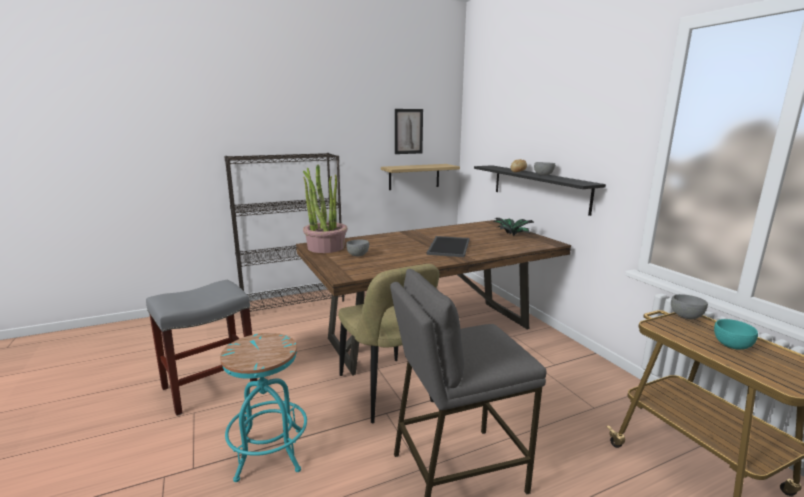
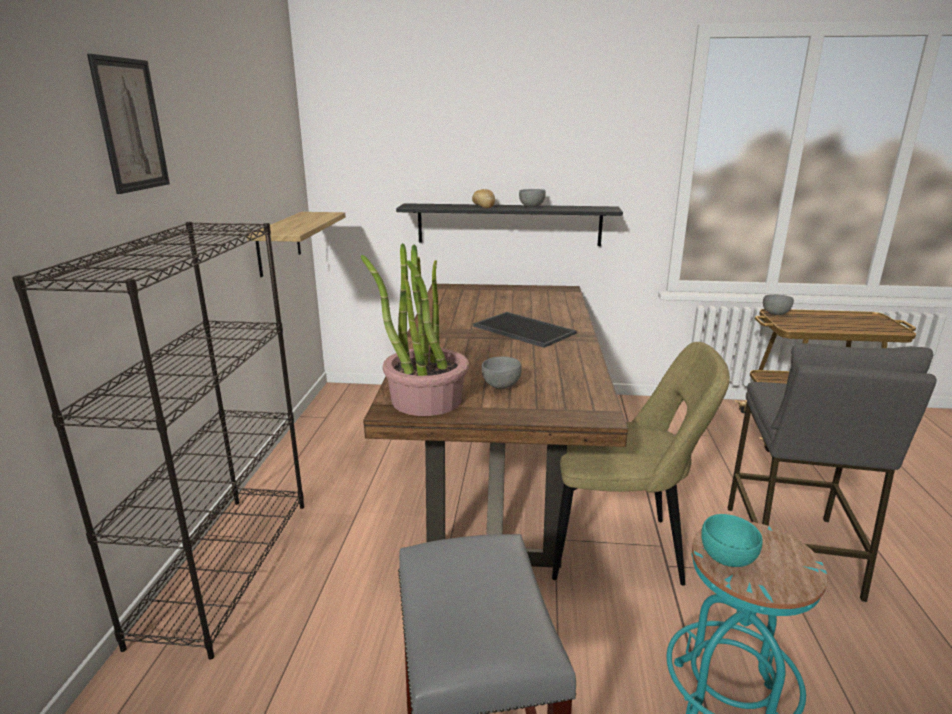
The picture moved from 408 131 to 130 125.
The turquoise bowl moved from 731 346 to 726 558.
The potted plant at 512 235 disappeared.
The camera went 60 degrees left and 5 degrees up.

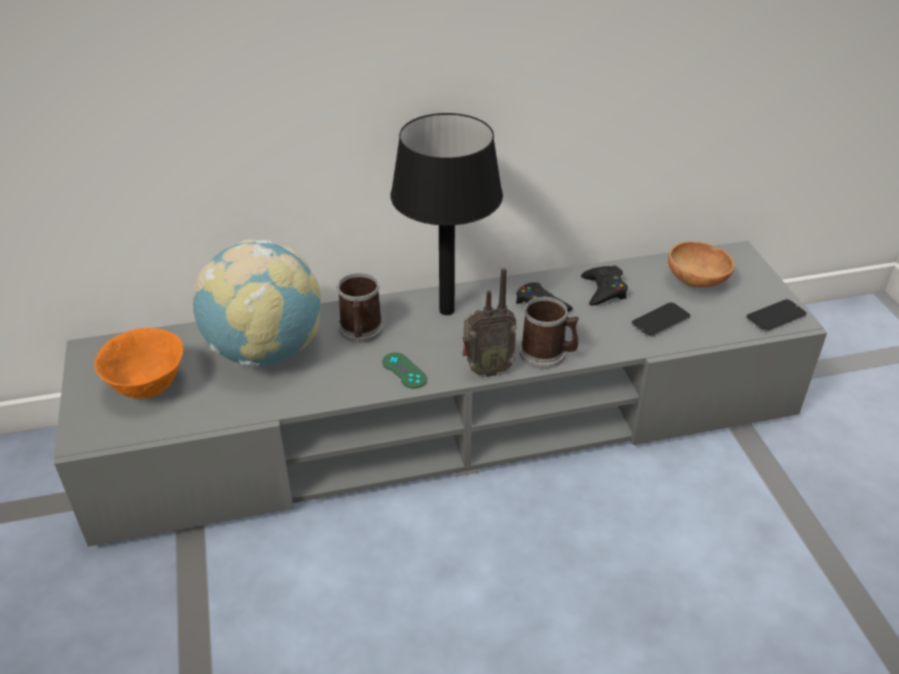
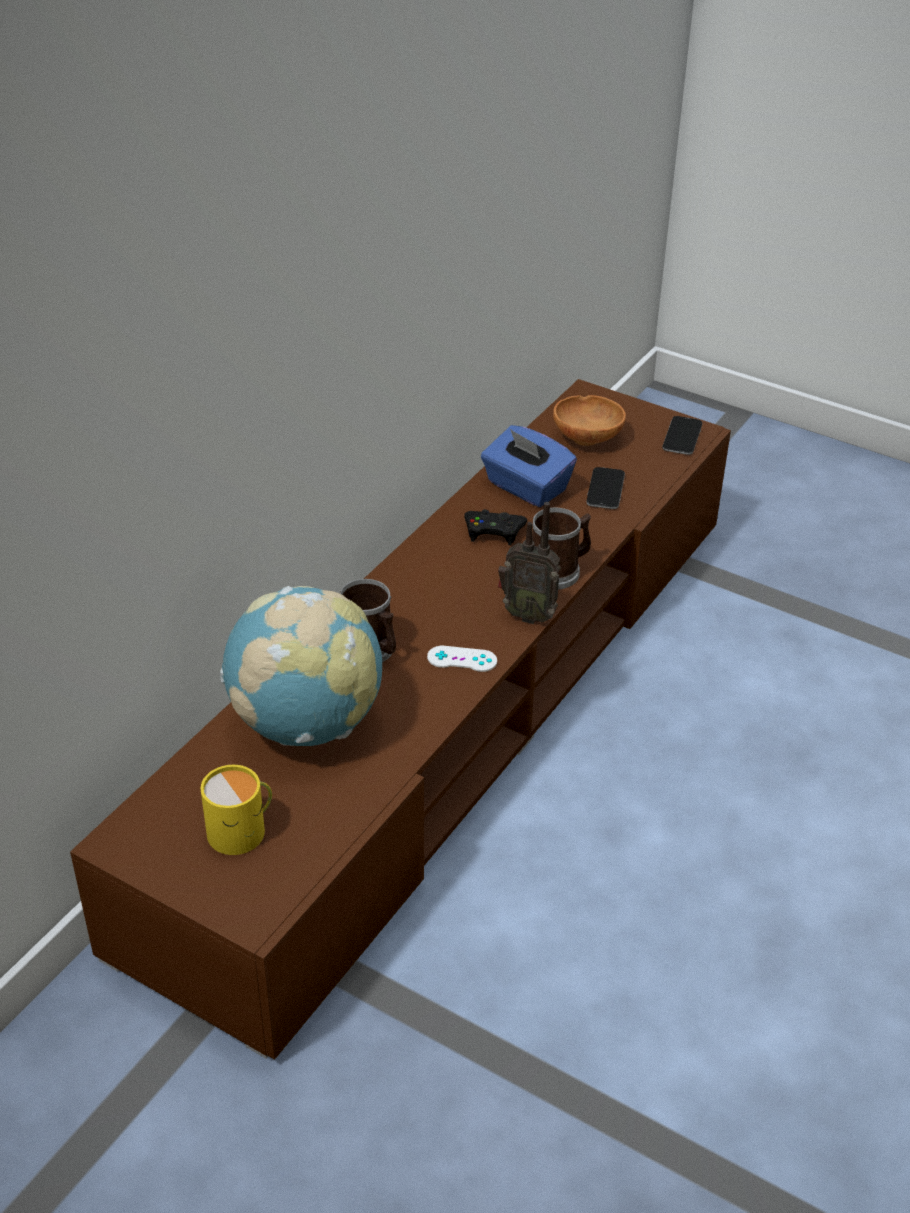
The grey tv stand at 451 423 became the brown tv stand at 454 711.
The orange bowl at 148 386 was replaced by the yellow mug at 242 830.
The green game controller at 404 370 became the white game controller at 462 659.
The black game controller at 604 290 was replaced by the blue tissue box at 526 487.
The radio at 486 369 turned 75 degrees clockwise.
The black table lamp at 447 310 disappeared.
The camera went 45 degrees left and 0 degrees up.

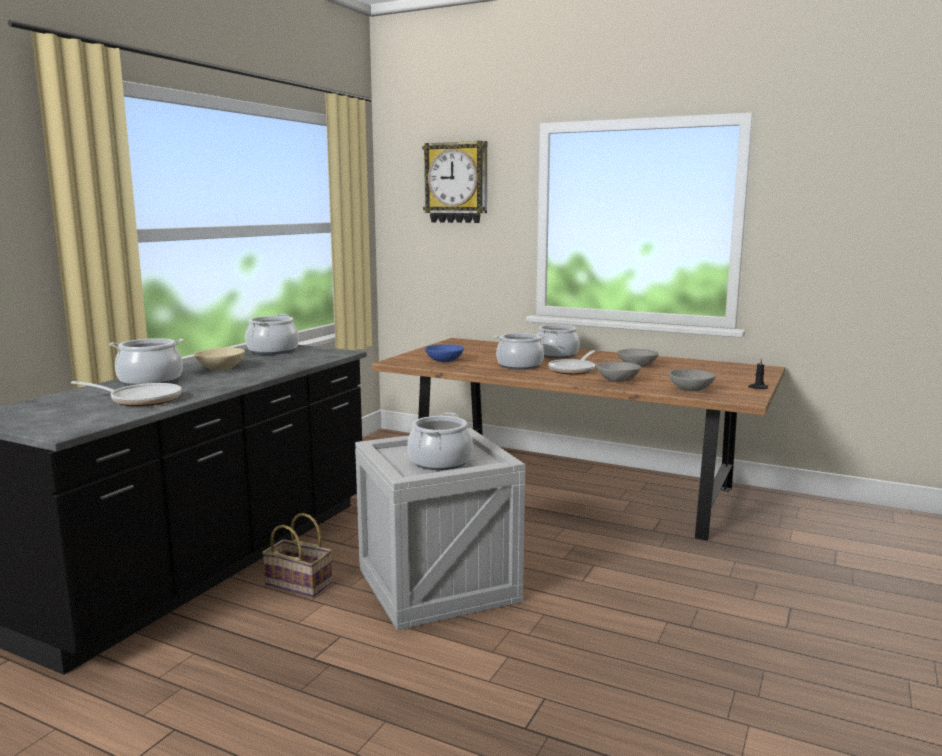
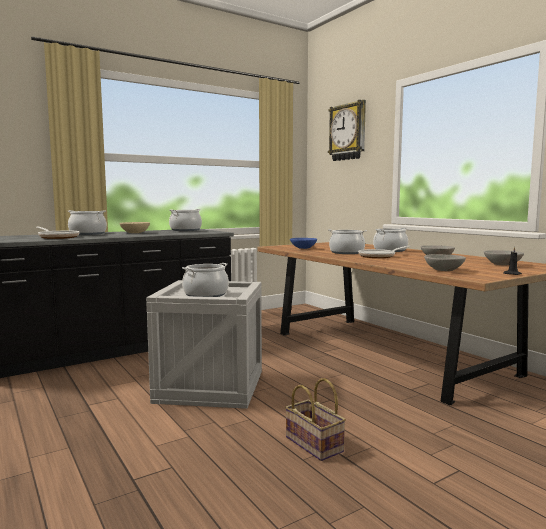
The basket moved from 301 583 to 316 444.
The grey bowl moved from 617 380 to 502 264.
The camera went 30 degrees right and 5 degrees down.

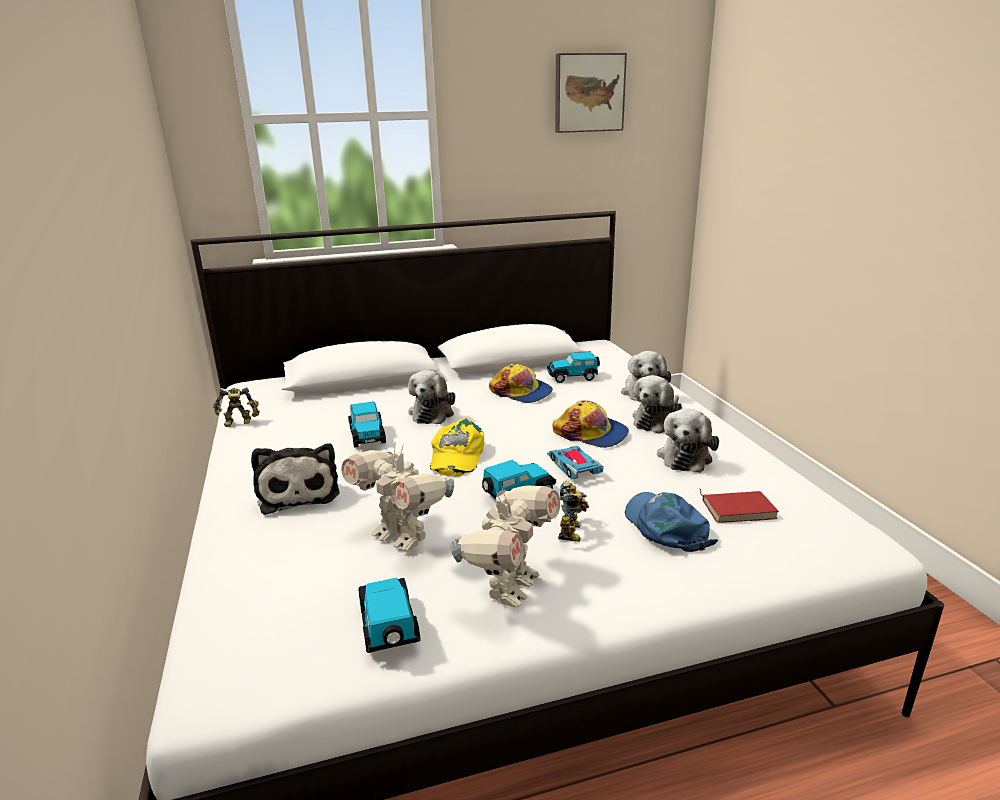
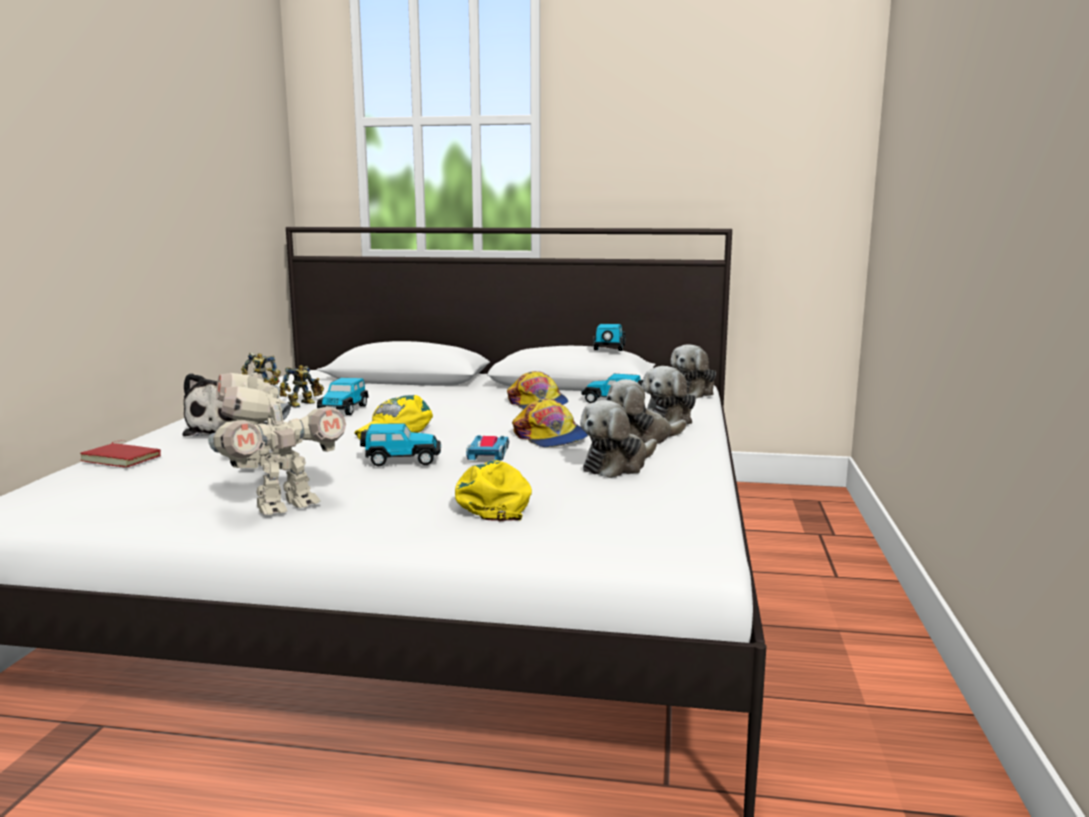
The red book moved from 738 508 to 123 458.
The toy robot moved from 573 531 to 303 404.
The blue cap at 666 526 became the yellow cap at 496 501.
The toy car moved from 389 627 to 609 348.
The plush toy moved from 432 412 to 694 392.
The picture at 588 93 disappeared.
The camera went 25 degrees right and 10 degrees down.

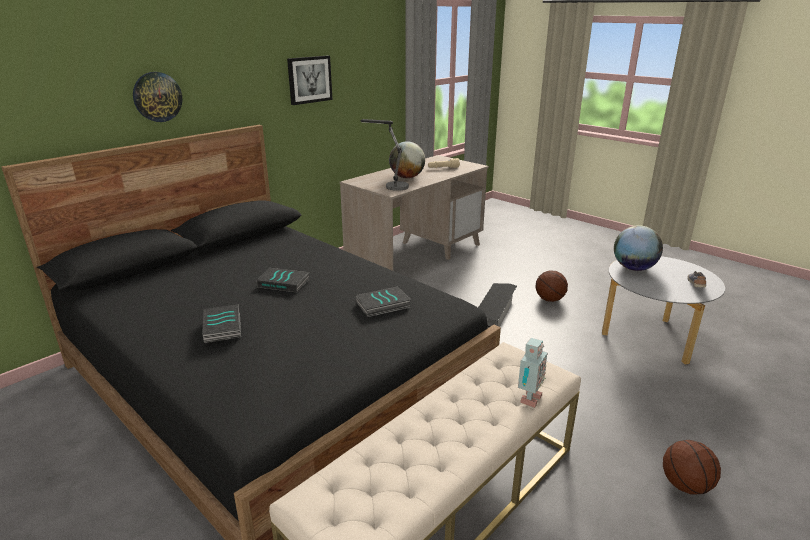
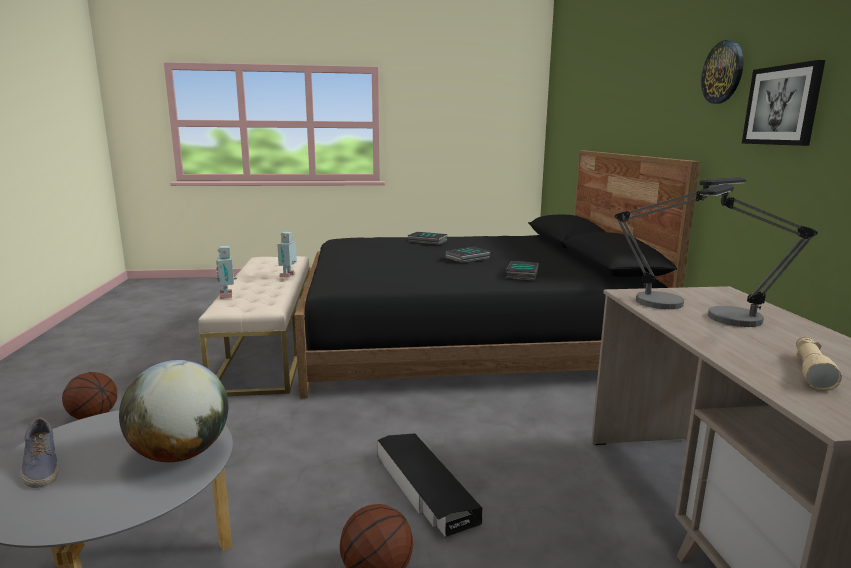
The toy robot at 289 275 appeared.
The book moved from 383 306 to 521 274.
The globe at 407 177 was replaced by the table lamp at 727 321.
The wall clock moved from 157 97 to 723 72.
The camera went 130 degrees right and 10 degrees down.

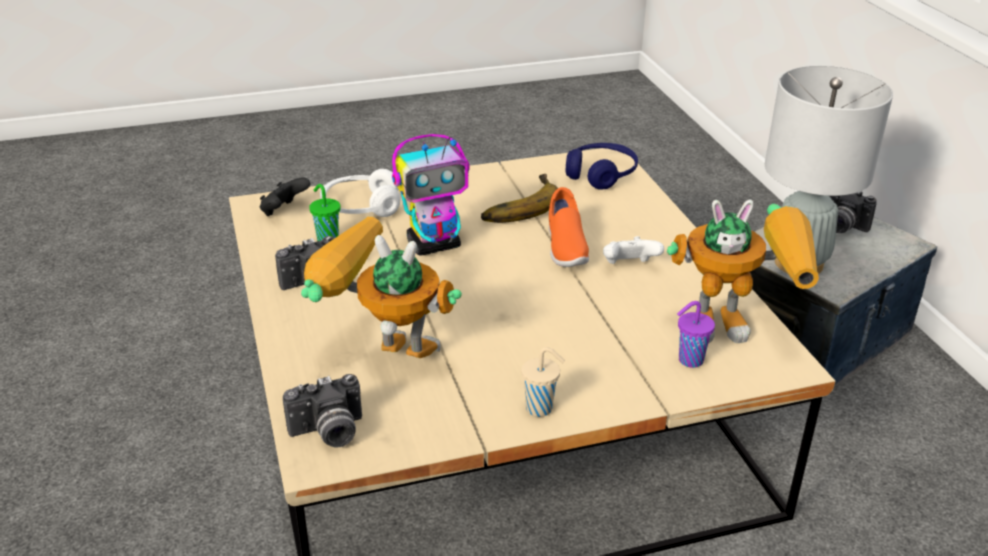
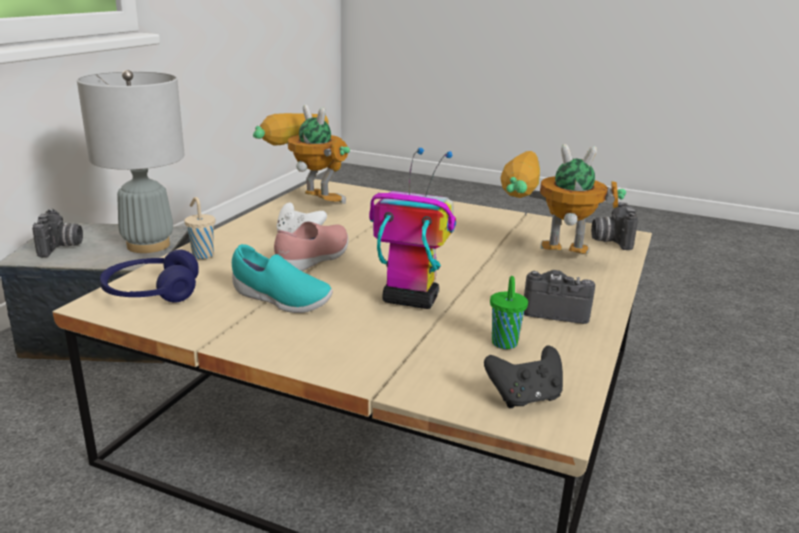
The beige cup moved from 541 409 to 202 255.
The banana at 517 205 was replaced by the turquoise shoe at 280 300.
The orange shoe at 565 248 became the pink shoe at 314 260.
The toy robot at 380 355 turned 135 degrees clockwise.
The photo camera at 328 433 turned 105 degrees counterclockwise.
The white headphones at 361 207 disappeared.
The purple cup at 689 360 disappeared.
The camera went 140 degrees left and 10 degrees down.

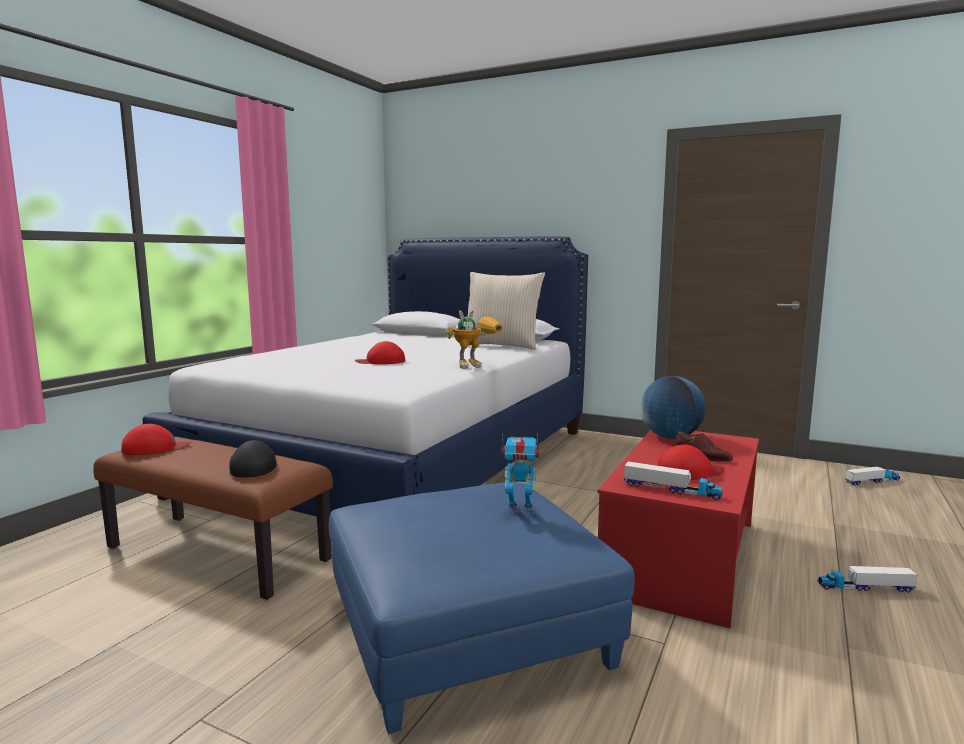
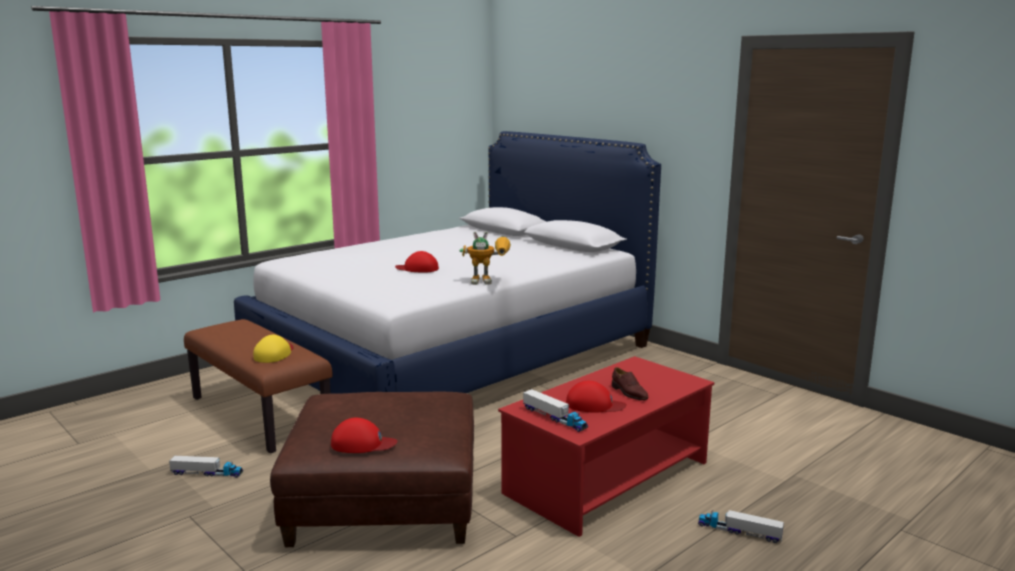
The toy truck moved from 872 481 to 207 473.
The black cap at 255 466 became the yellow cap at 274 354.
The blue ottoman at 466 630 became the brown ottoman at 383 499.
The red cap moved from 155 448 to 362 444.
The beige pillow at 501 346 disappeared.
The toy robot at 520 509 disappeared.
The globe at 670 437 disappeared.
The camera went 20 degrees right and 5 degrees up.

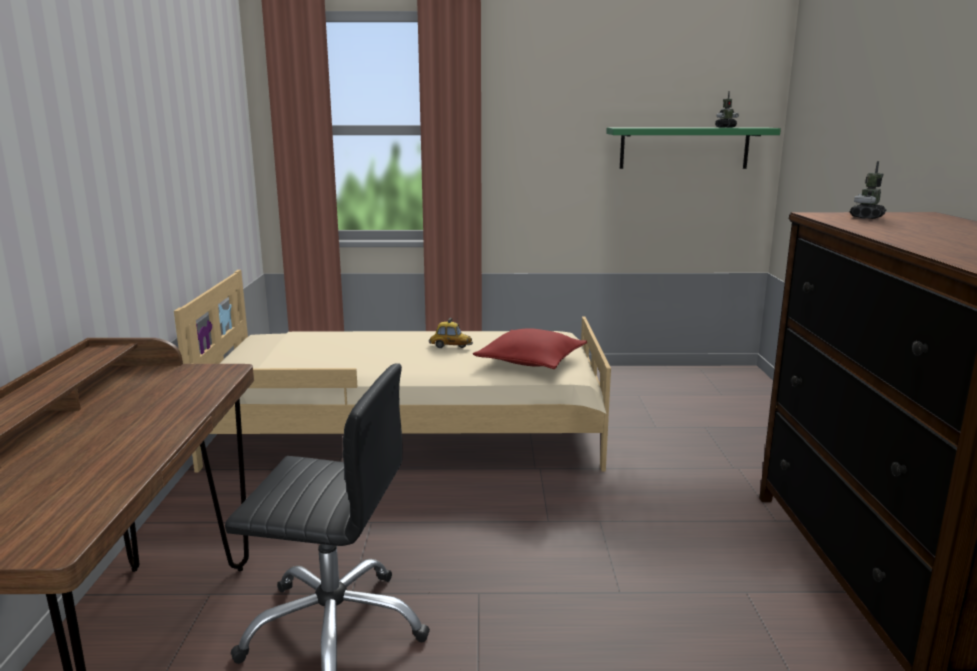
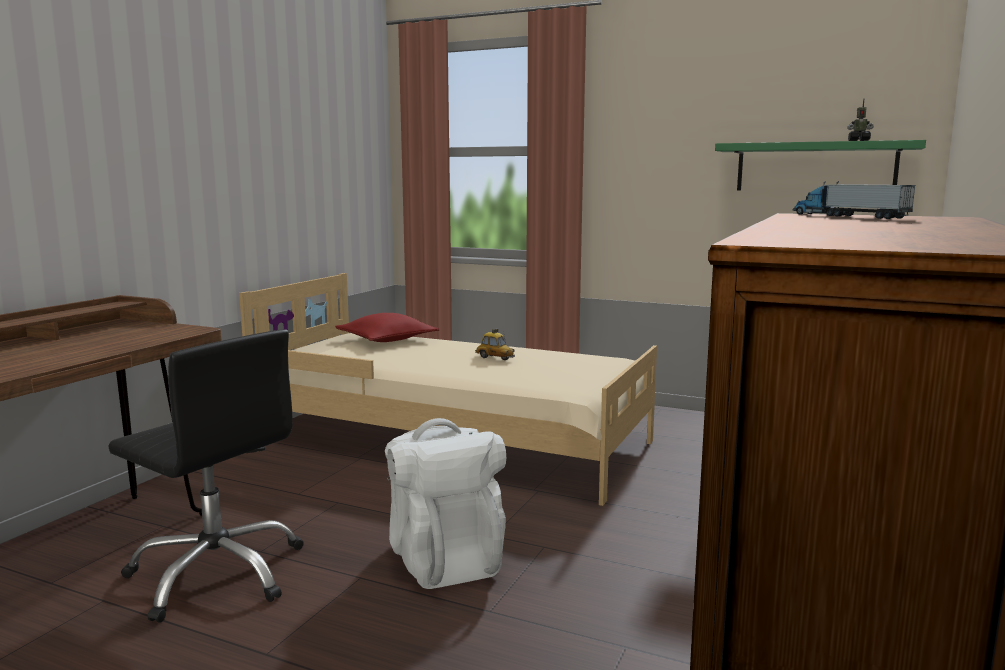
The red pillow moved from 531 361 to 387 340.
The white backpack at 445 558 appeared.
The toy robot at 867 217 was replaced by the toy truck at 848 216.
The camera went 25 degrees right and 5 degrees down.

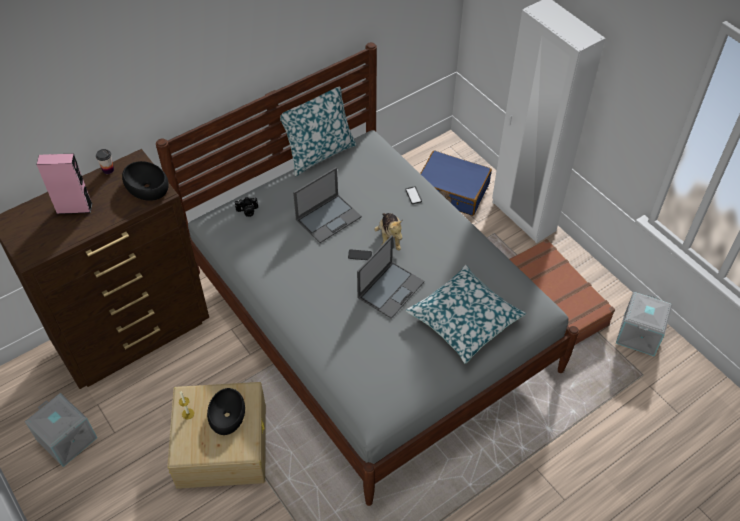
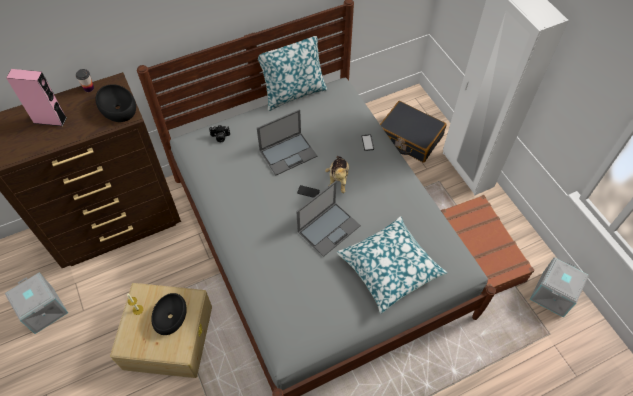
The blue suitcase at 452 191 became the black suitcase at 409 137.
The camera went 10 degrees right and 5 degrees up.

